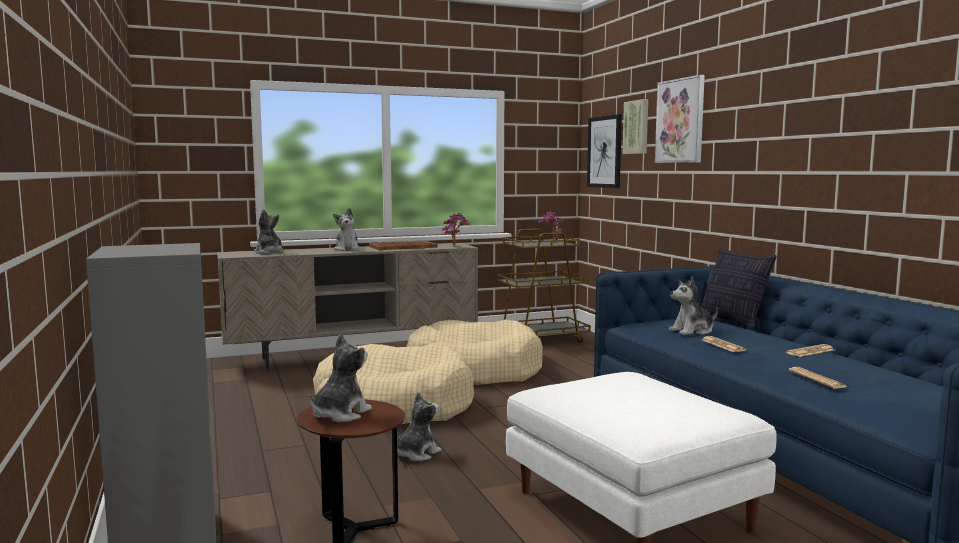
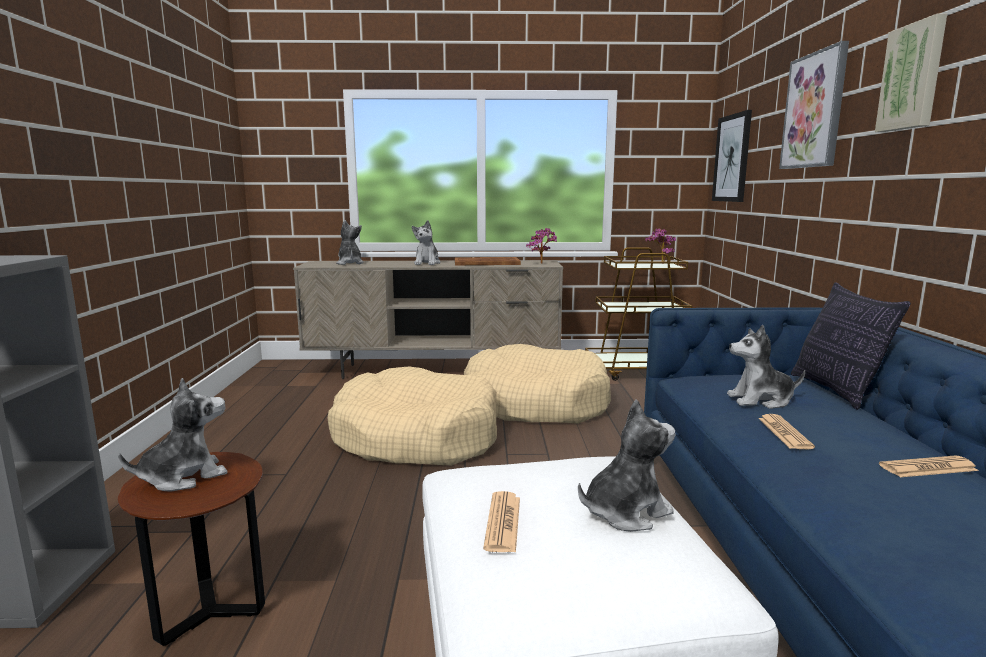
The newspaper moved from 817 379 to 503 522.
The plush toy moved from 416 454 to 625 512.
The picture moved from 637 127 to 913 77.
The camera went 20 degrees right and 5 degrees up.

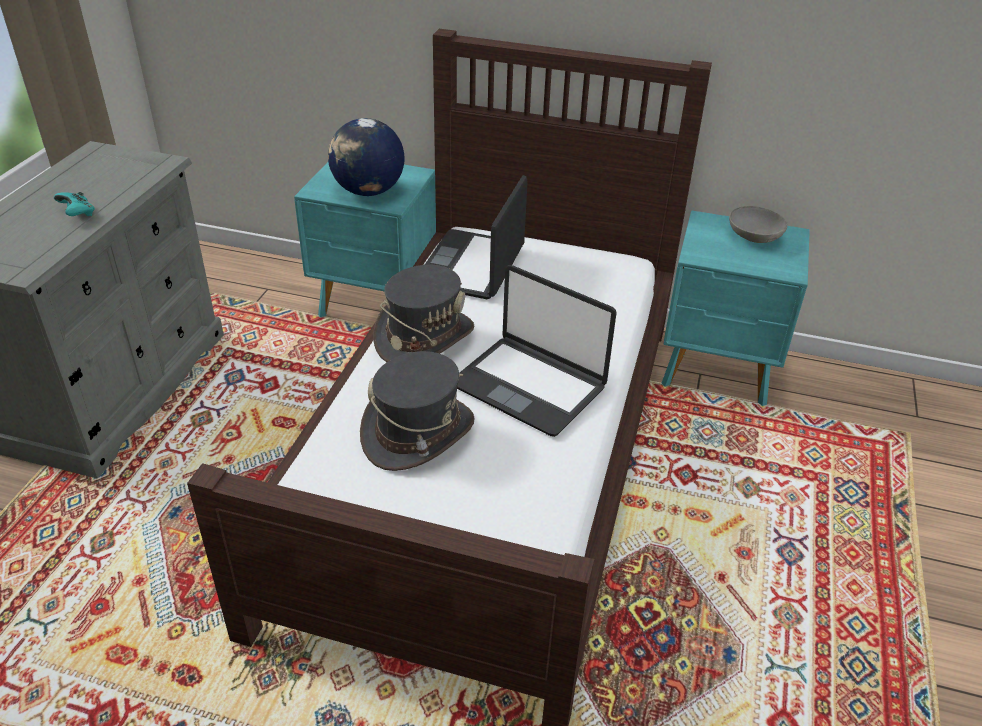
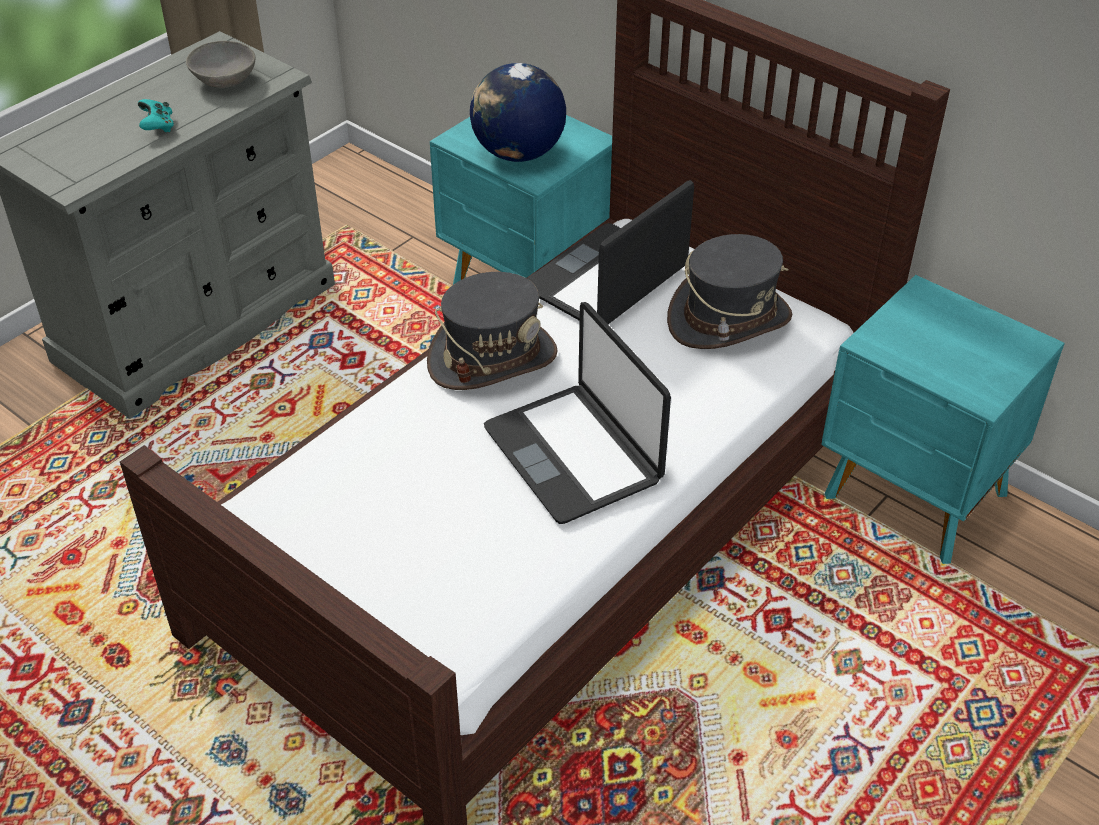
The grey bowl moved from 754 237 to 225 80.
The grey hat moved from 418 433 to 729 320.
The camera went 25 degrees right and 5 degrees up.

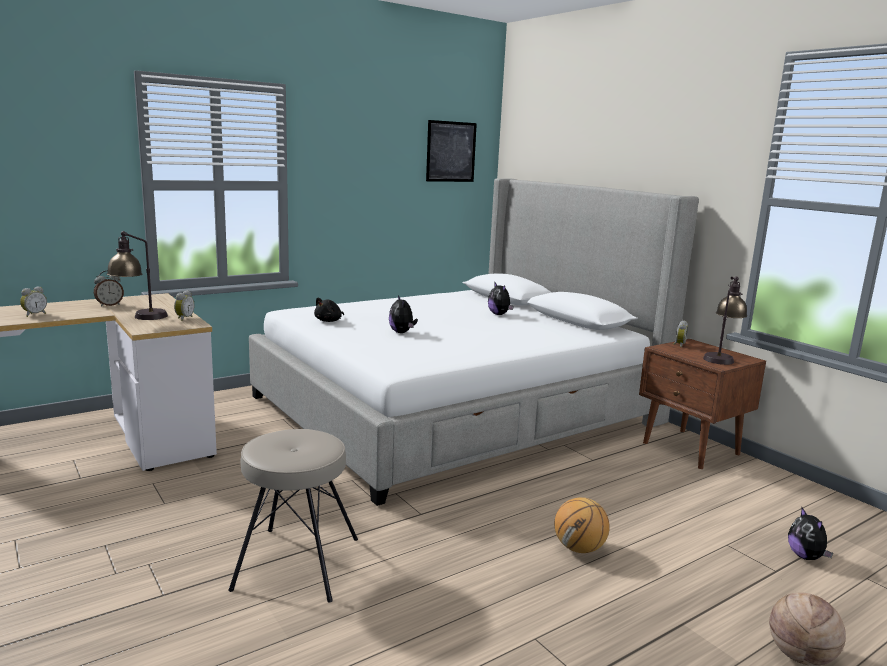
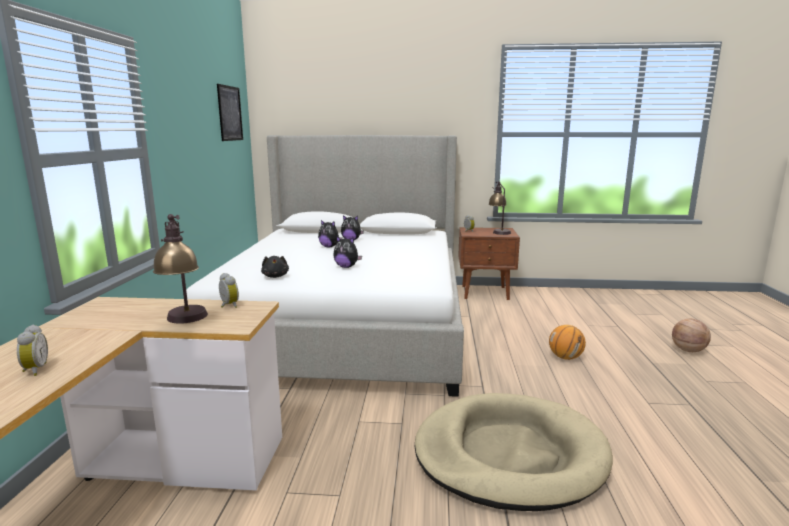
The plush toy moved from 806 556 to 329 247.
The beige stool at 295 563 was replaced by the beige dog bed at 509 455.
The alarm clock at 109 305 disappeared.
The camera went 50 degrees left and 0 degrees up.

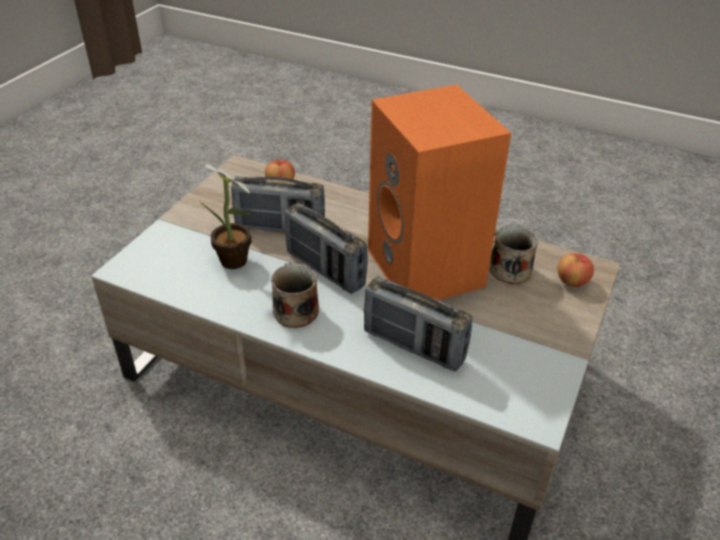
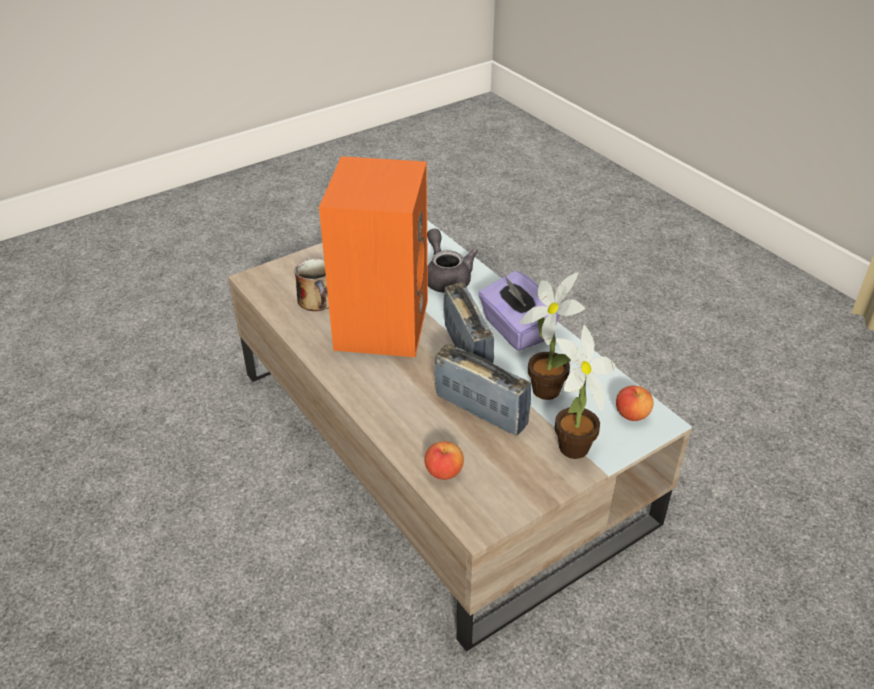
The radio at 413 346 was replaced by the grey teapot at 446 277.
The mug at 294 309 was replaced by the purple tissue box at 515 329.
The potted plant at 570 451 appeared.
The apple moved from 572 281 to 632 414.
The camera went 150 degrees left and 0 degrees up.

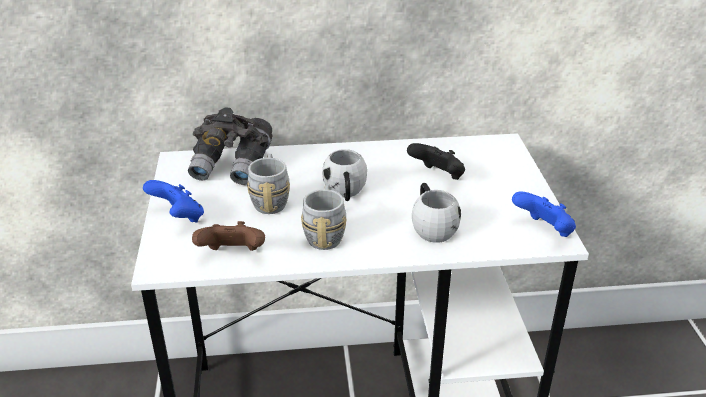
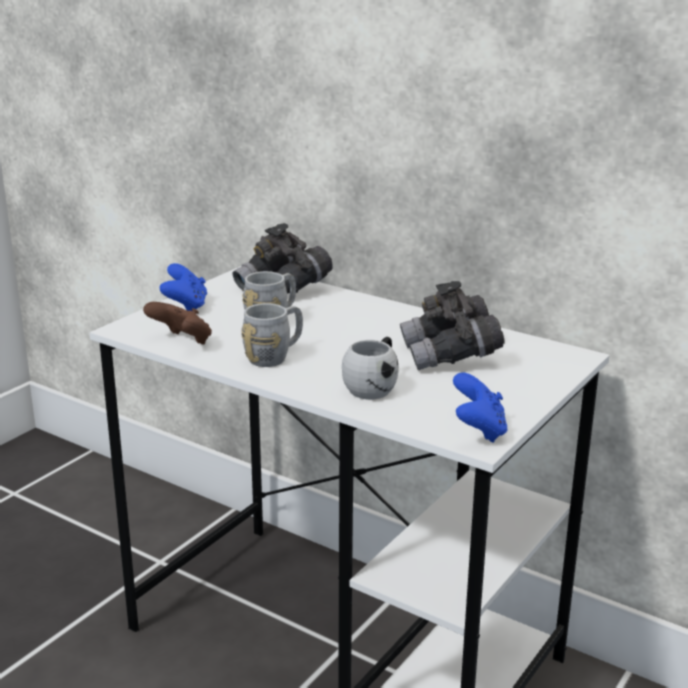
The black game controller at 438 177 was replaced by the grey binoculars at 450 356.
The white mug at 345 193 disappeared.
The camera went 40 degrees right and 10 degrees down.

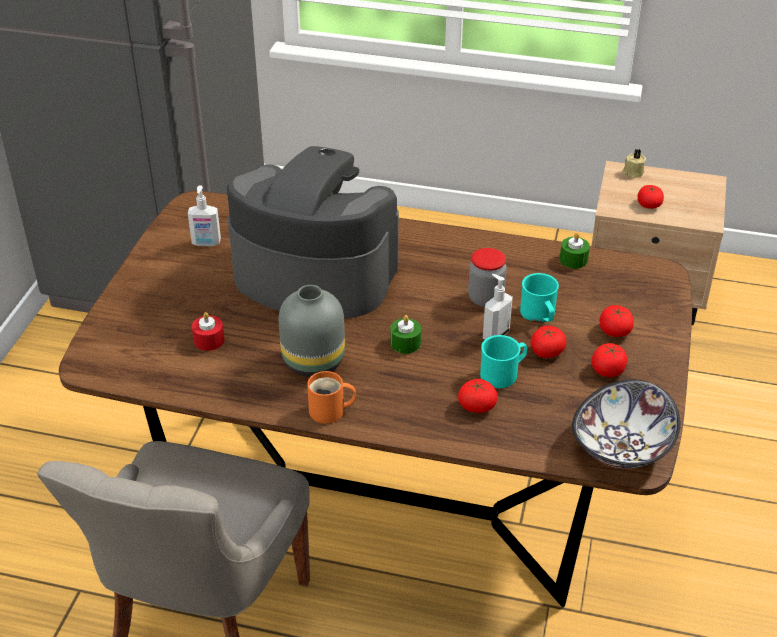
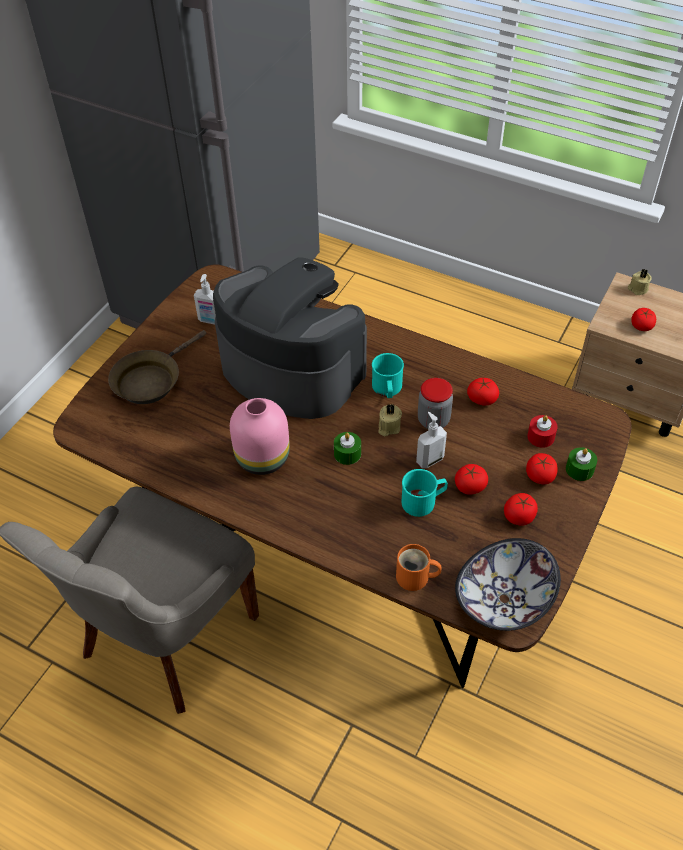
The brown frying pan at 150 380 appeared.
The grey vase at 315 361 became the pink vase at 264 458.
The turquoise mug moved from 539 316 to 387 390.
The beige candle at 388 427 appeared.
The orange mug moved from 330 412 to 415 578.
The tomato moved from 477 406 to 482 399.
The red candle moved from 209 340 to 541 436.
The green candle moved from 573 260 to 579 469.
The camera went 15 degrees right and 10 degrees up.

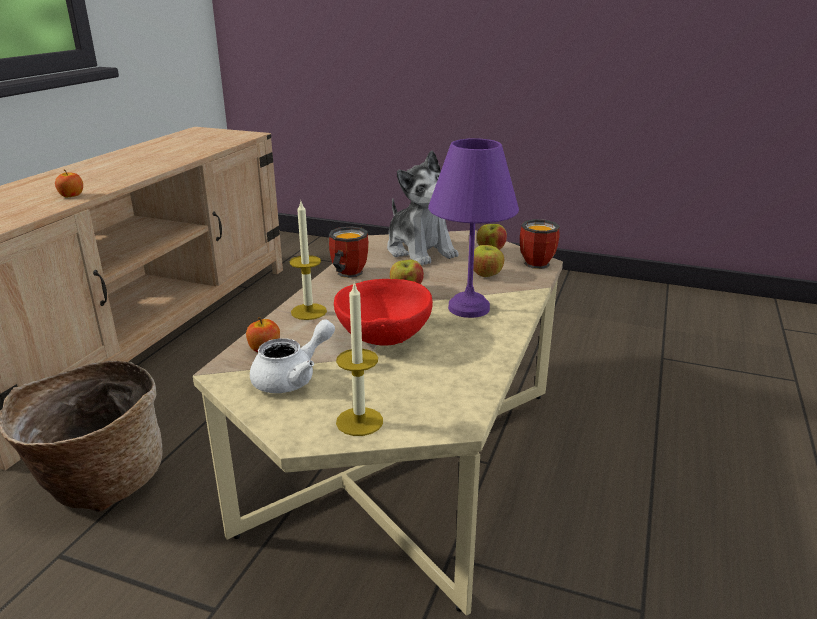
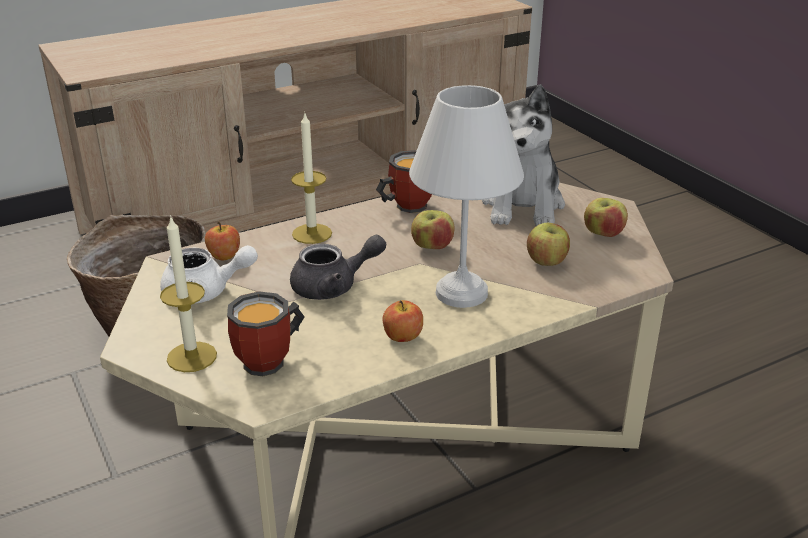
The mug moved from 538 262 to 272 361.
The red bowl at 383 336 was replaced by the grey teapot at 334 286.
The apple moved from 71 196 to 402 336.
The purple table lamp at 467 307 became the white table lamp at 462 291.
The camera went 40 degrees right and 5 degrees up.

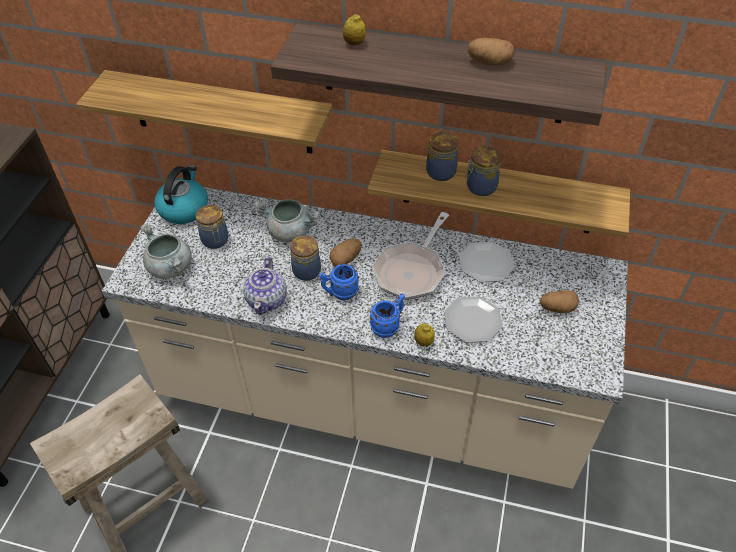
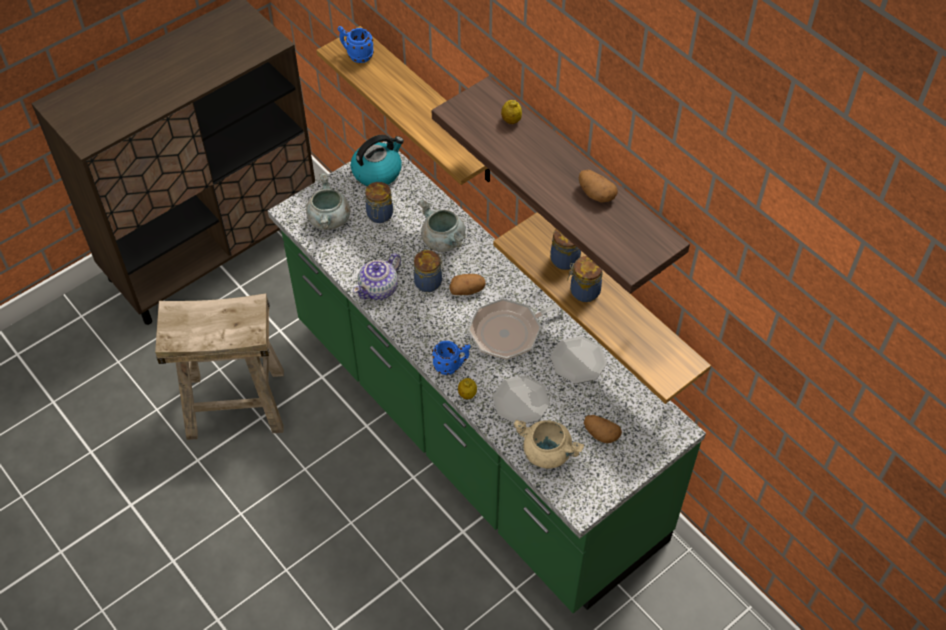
The beige counter at 369 400 became the green counter at 473 432.
The blue mug moved from 339 293 to 356 55.
The beige cooking pot at 547 452 appeared.
The camera went 35 degrees right and 5 degrees up.

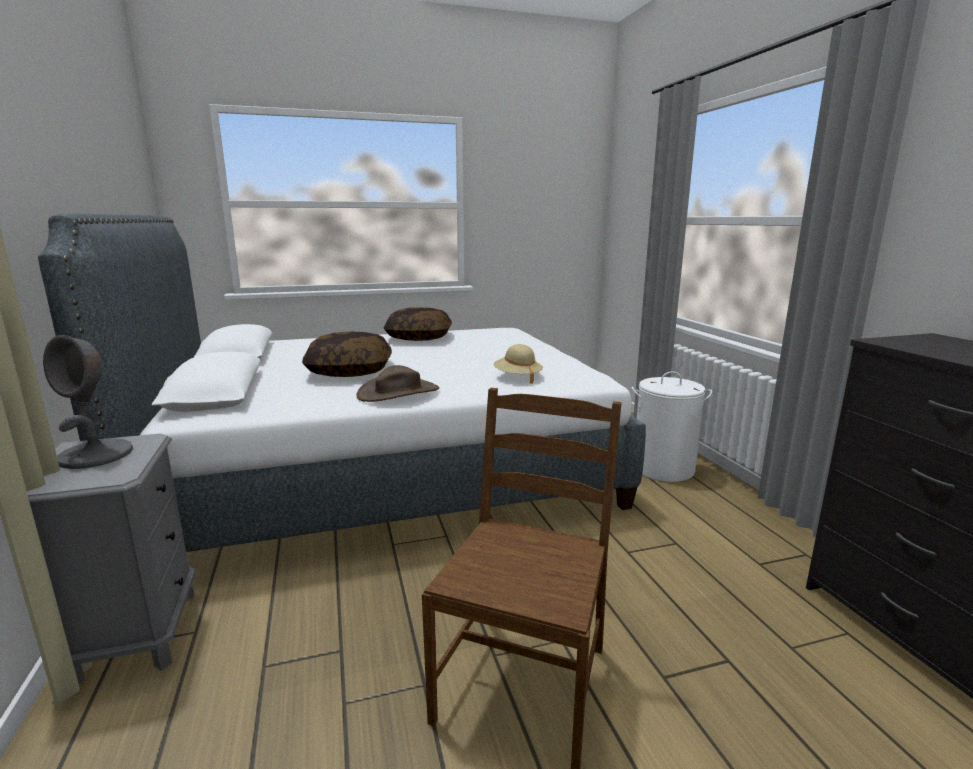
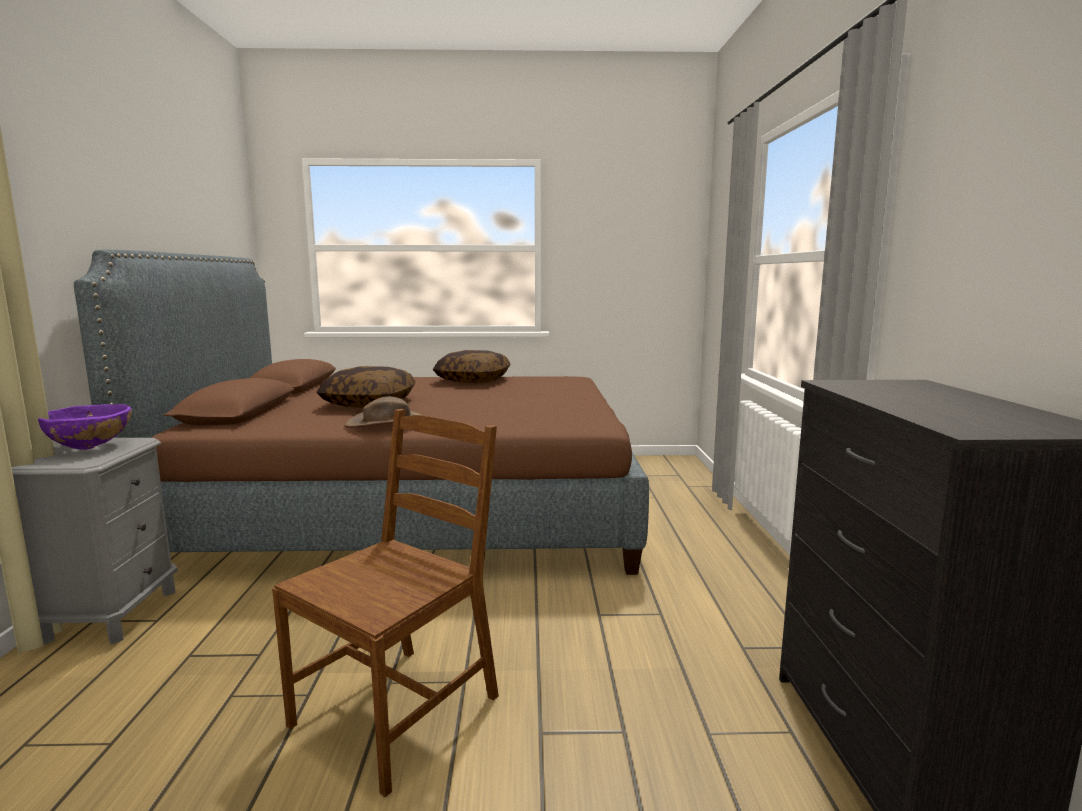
The grey table lamp at 96 455 was replaced by the purple bowl at 90 448.
The white bed at 386 470 became the brown bed at 414 511.
The beige hat at 517 377 disappeared.
The white laundry basket at 663 468 disappeared.
The camera went 15 degrees right and 5 degrees down.

